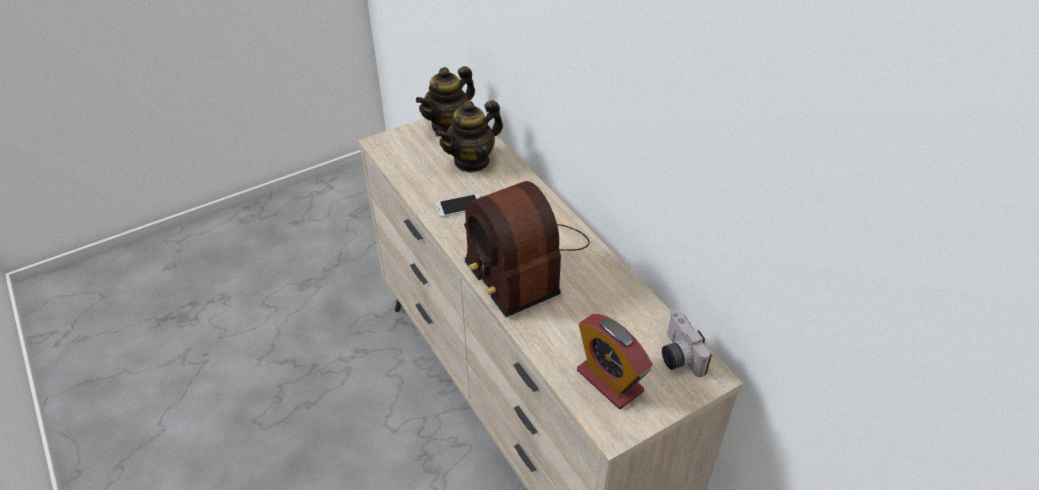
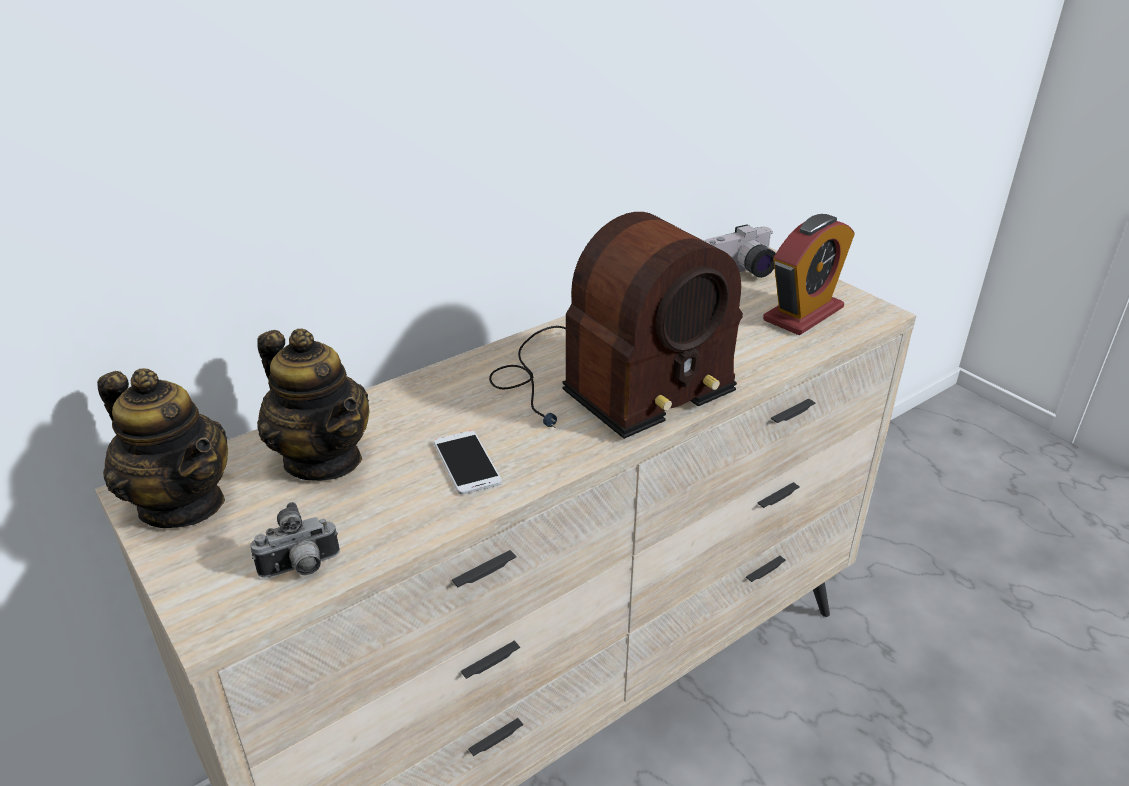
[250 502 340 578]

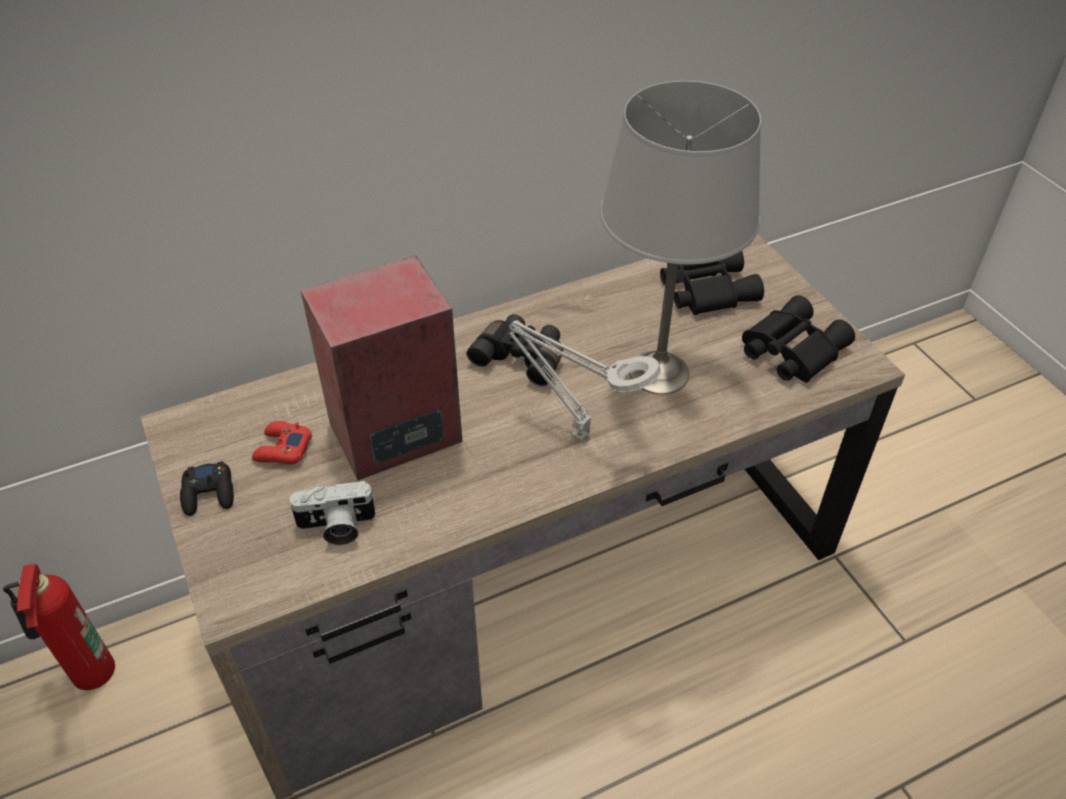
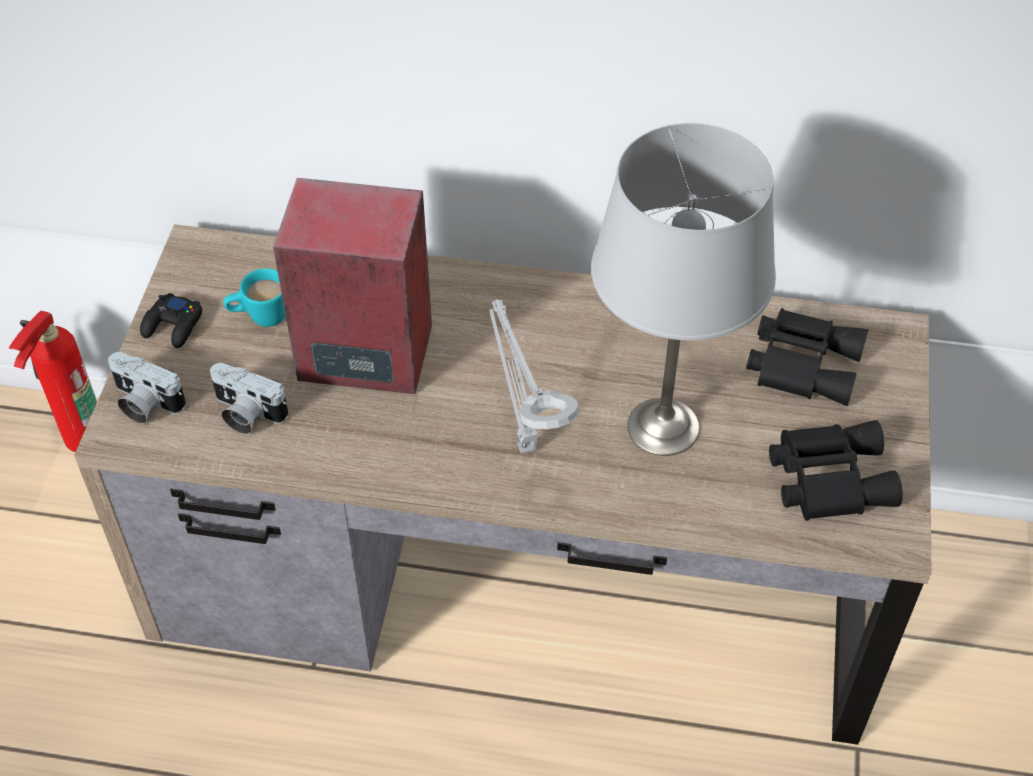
[467 314 563 386] (first image)
[224 268 285 327]
[108 352 186 423]

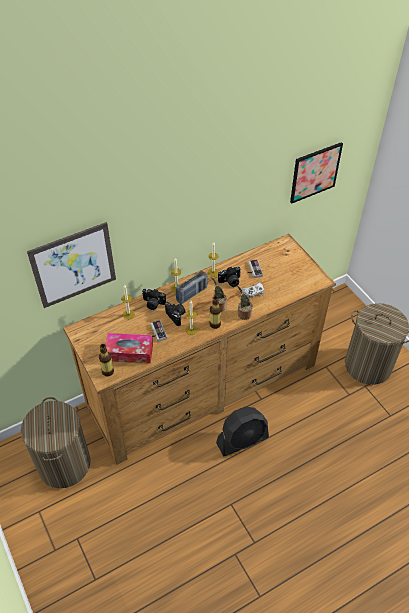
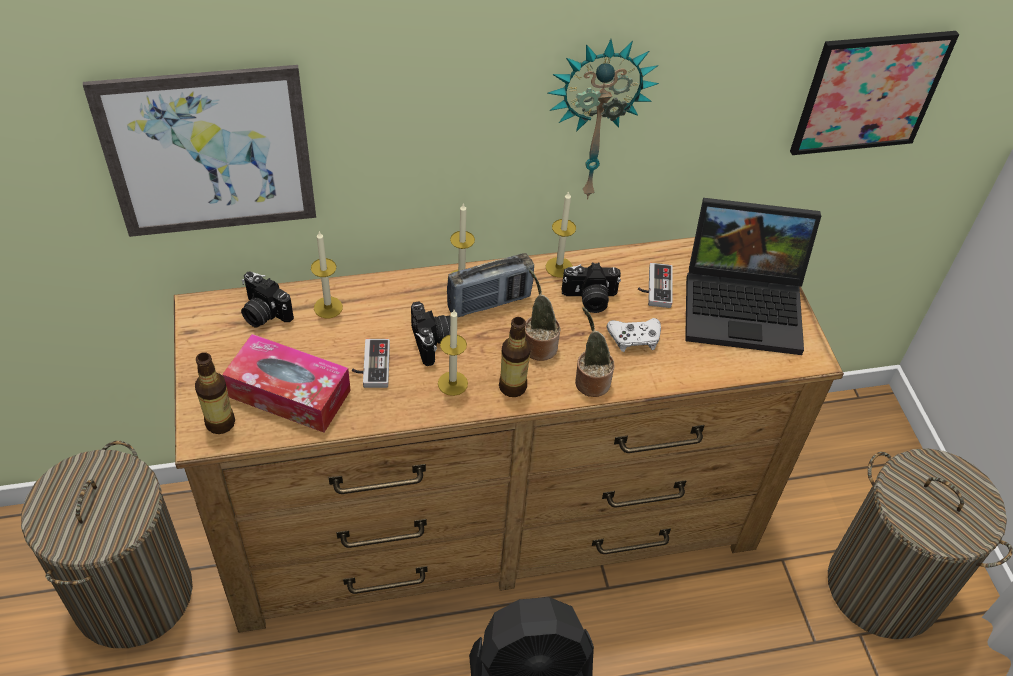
[241 271 294 328]
[547 39 659 199]
[685 198 821 355]

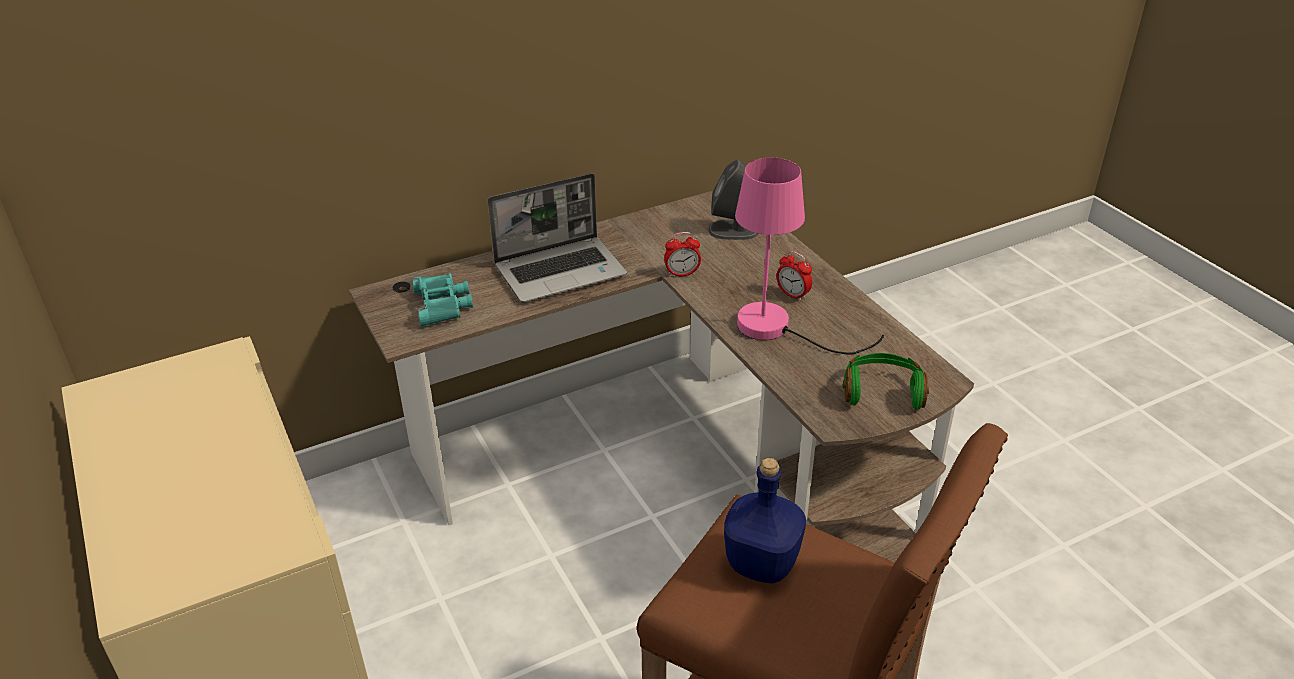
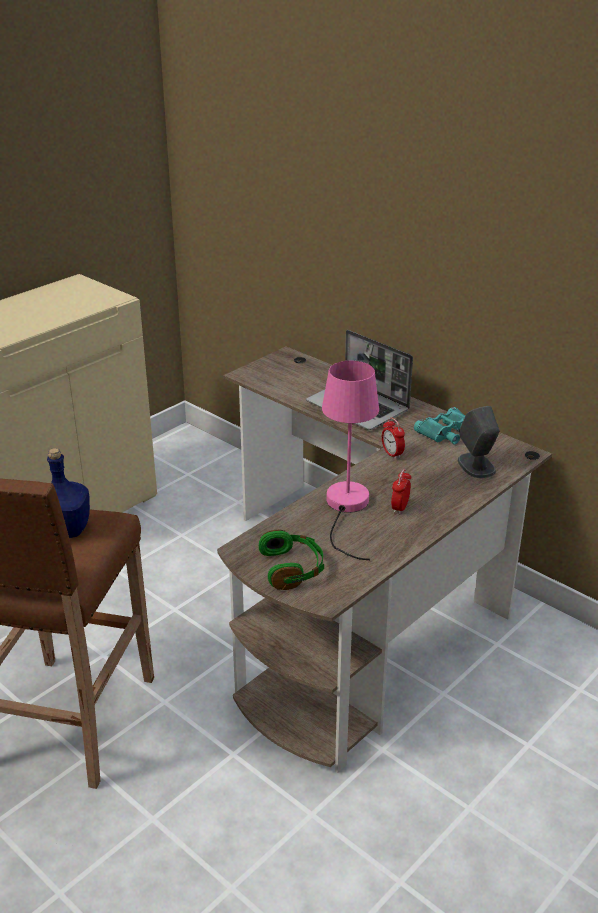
[414 407 465 445]

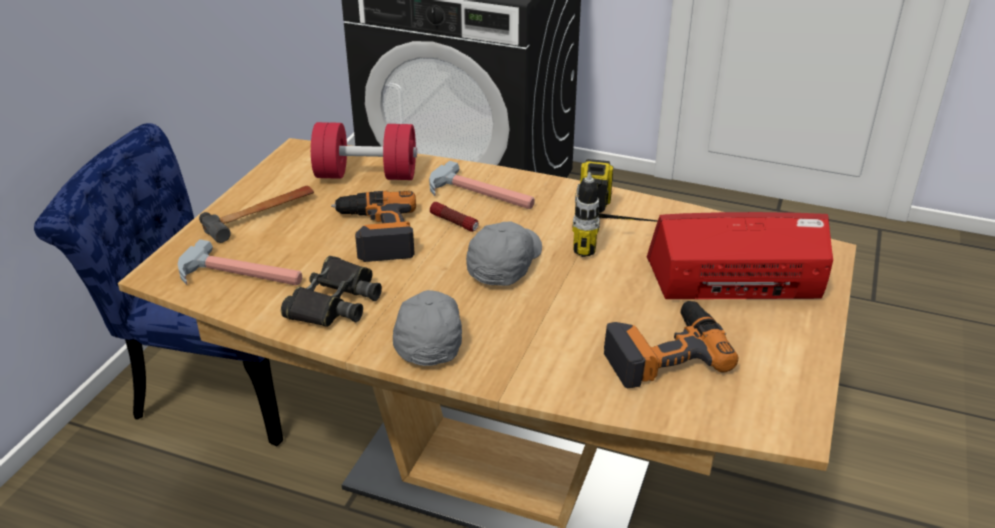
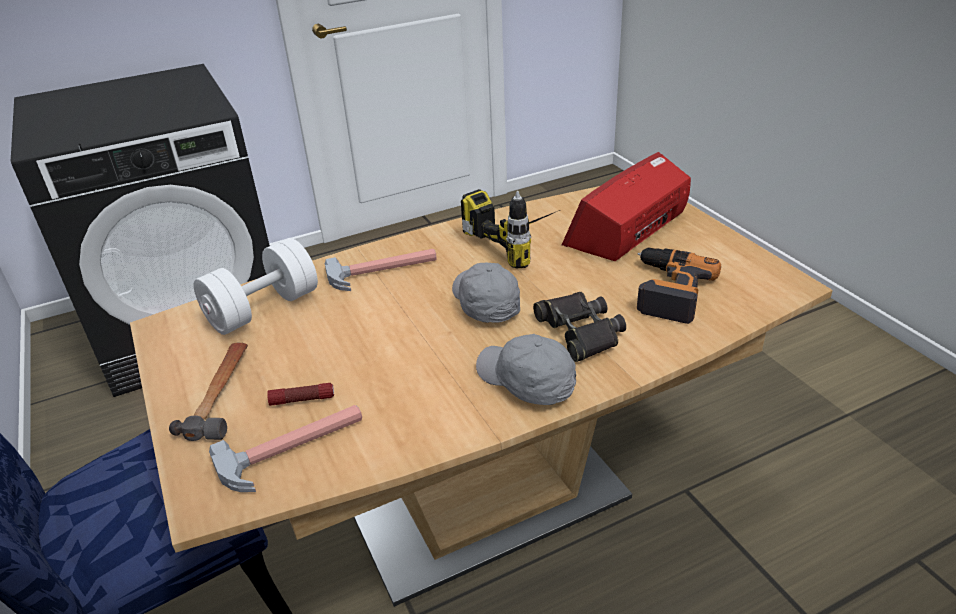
[194 238 318 335]
[331 191 416 262] (first image)
[267 383 334 406]
[533 292 626 362]

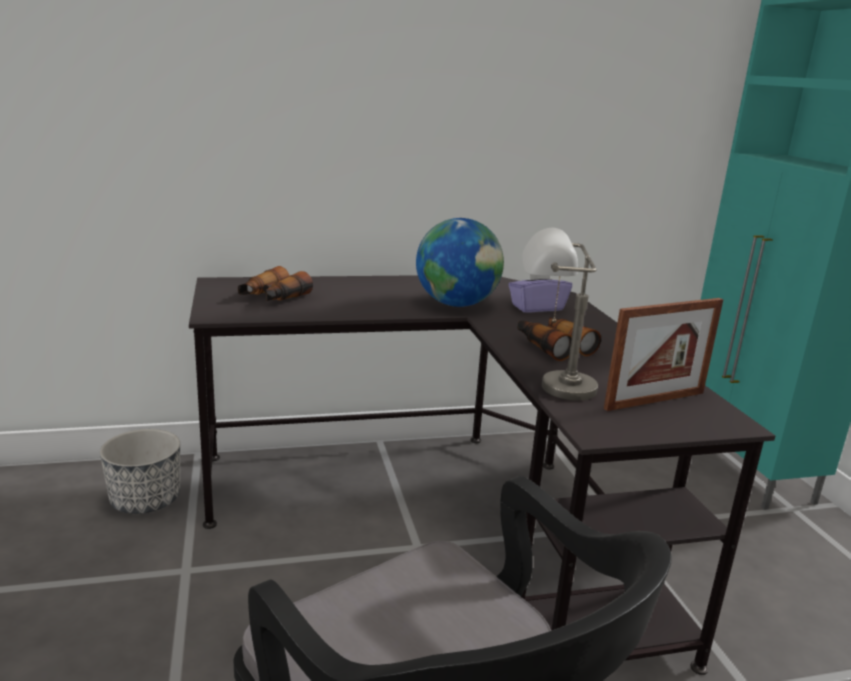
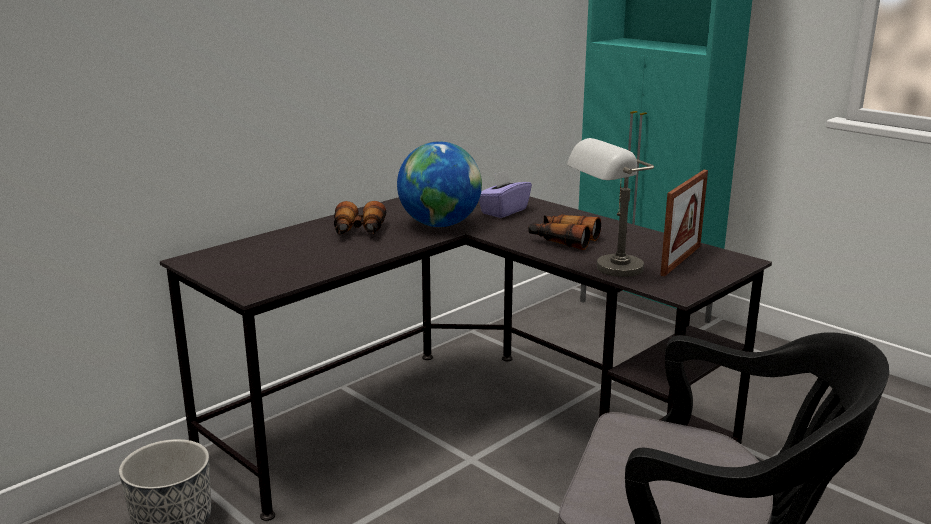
[334 201 386 234]

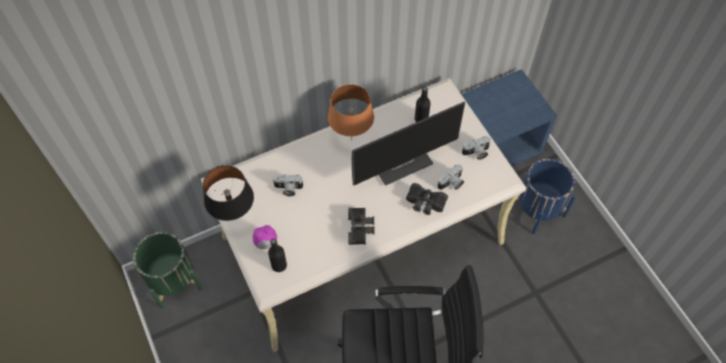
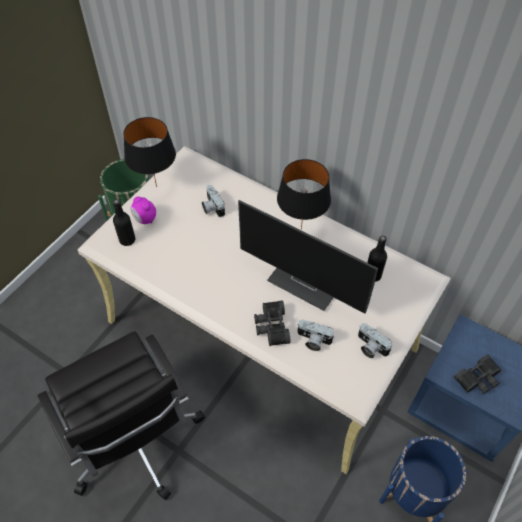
[277 159 331 229]
[454 354 502 394]

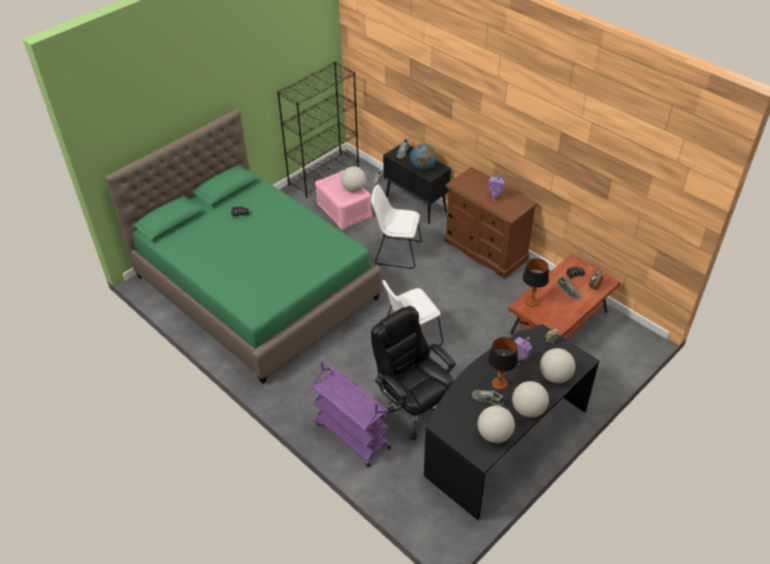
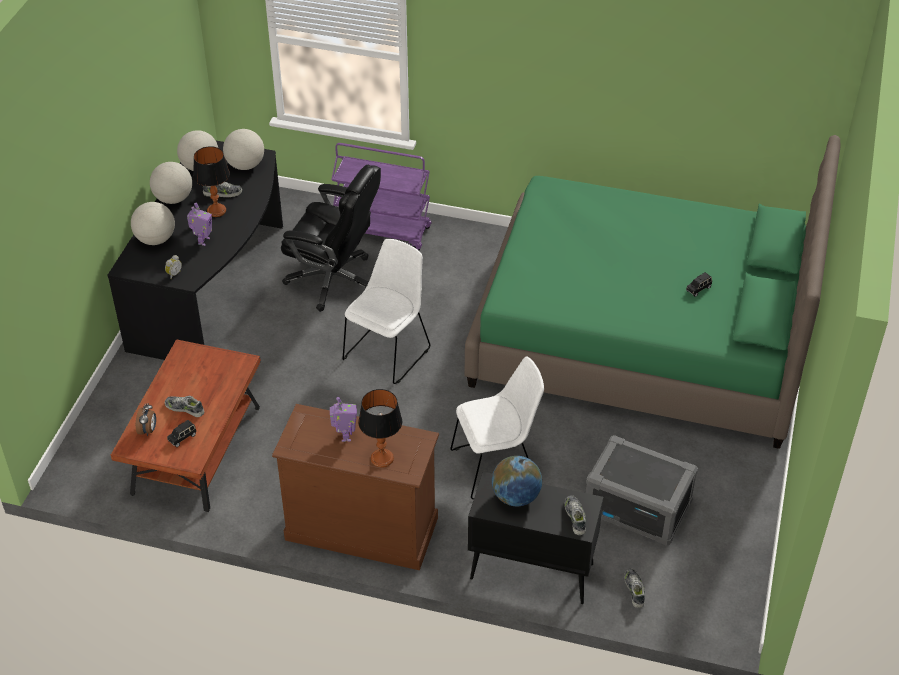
[277 62 359 198] (first image)
[223 129 264 170]
[586 435 698 546]
[358 389 402 468]

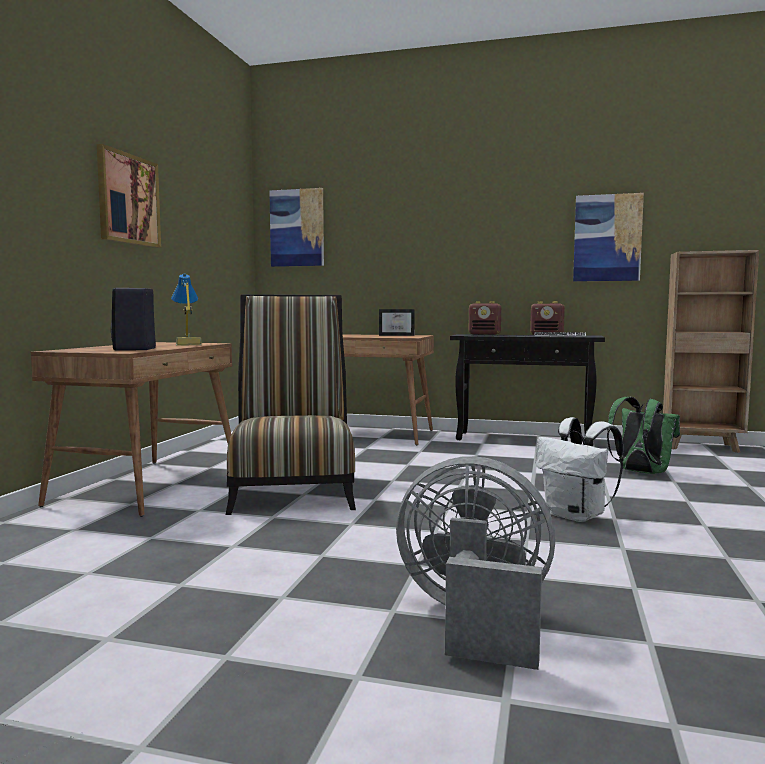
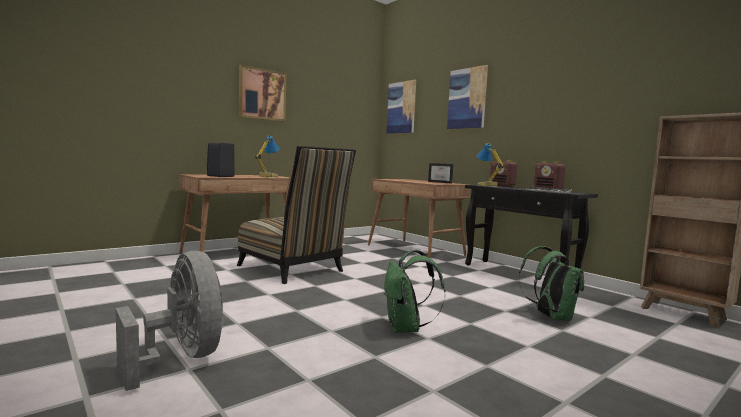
[447 65 488 129]
[237 146 356 284]
[384 250 445 333]
[476 143 504 187]

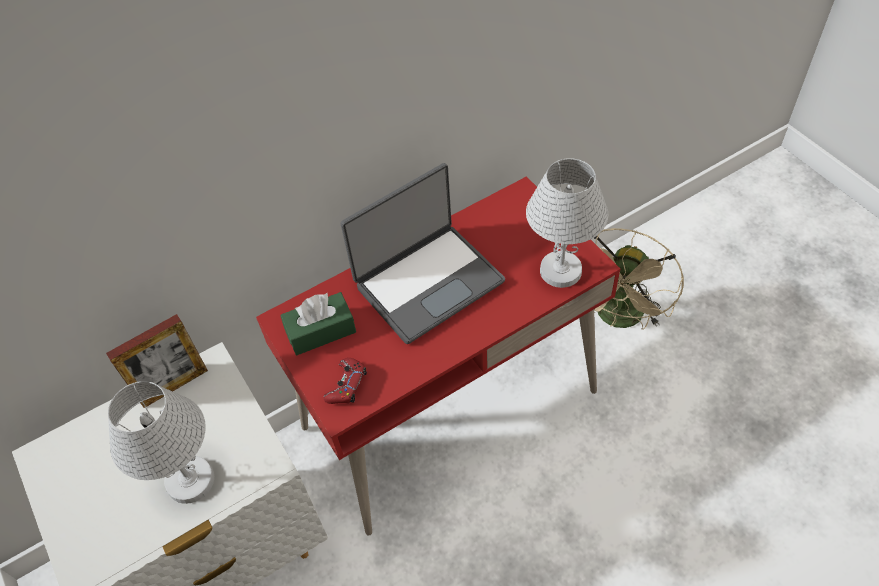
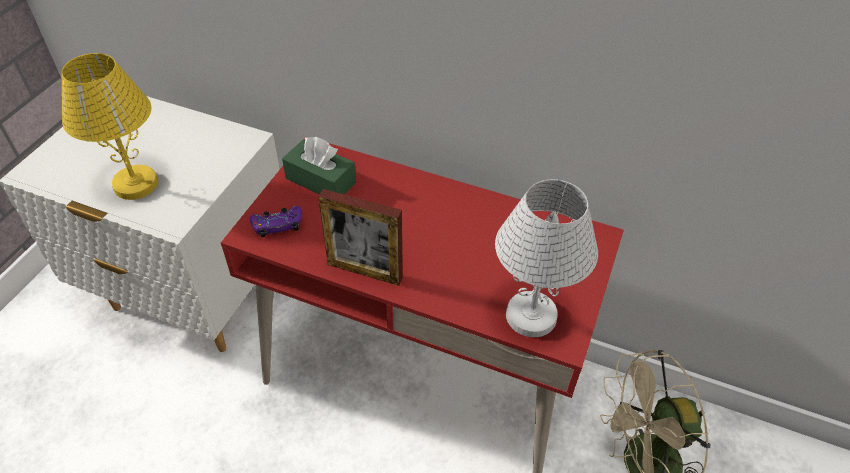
[341 163 505 344] (first image)
[318 189 403 286]
[250 206 302 238]
[61 53 158 200]

